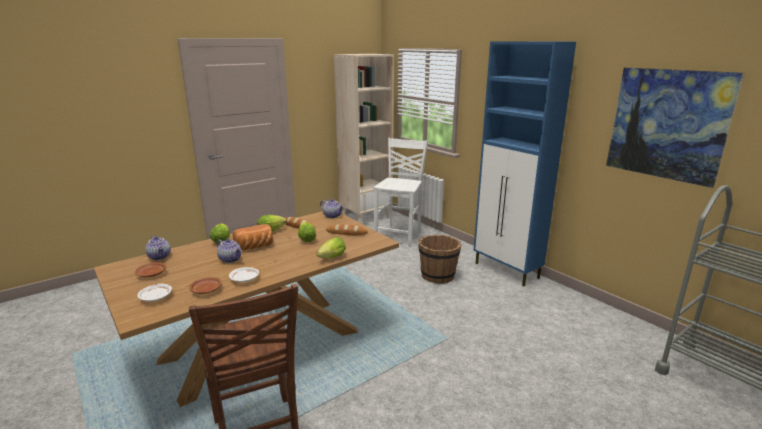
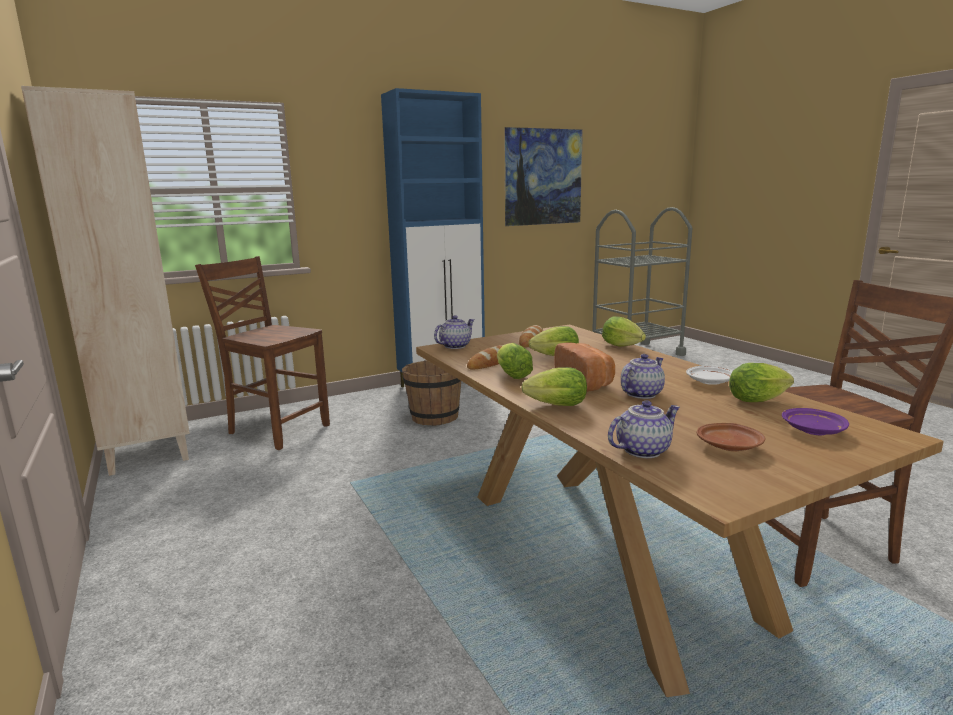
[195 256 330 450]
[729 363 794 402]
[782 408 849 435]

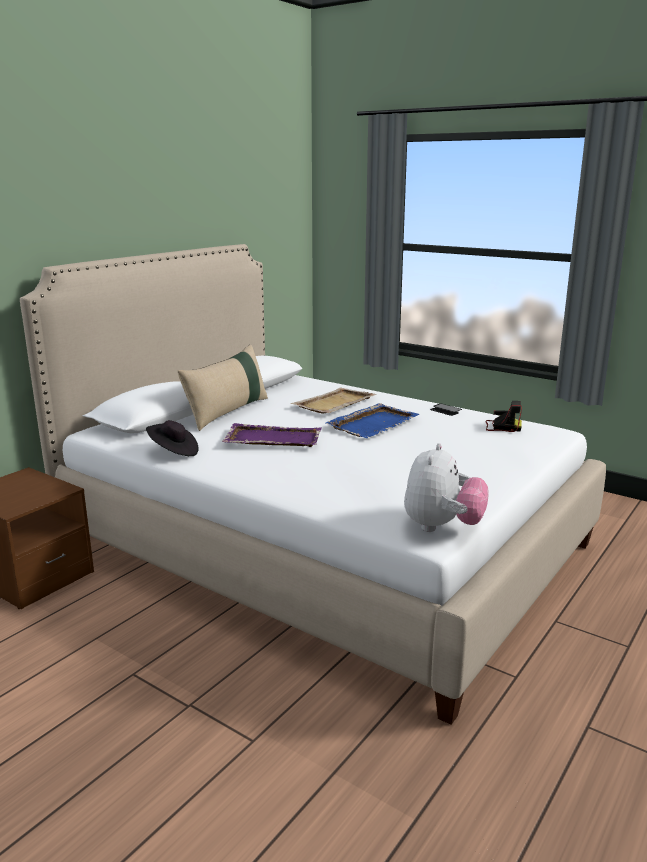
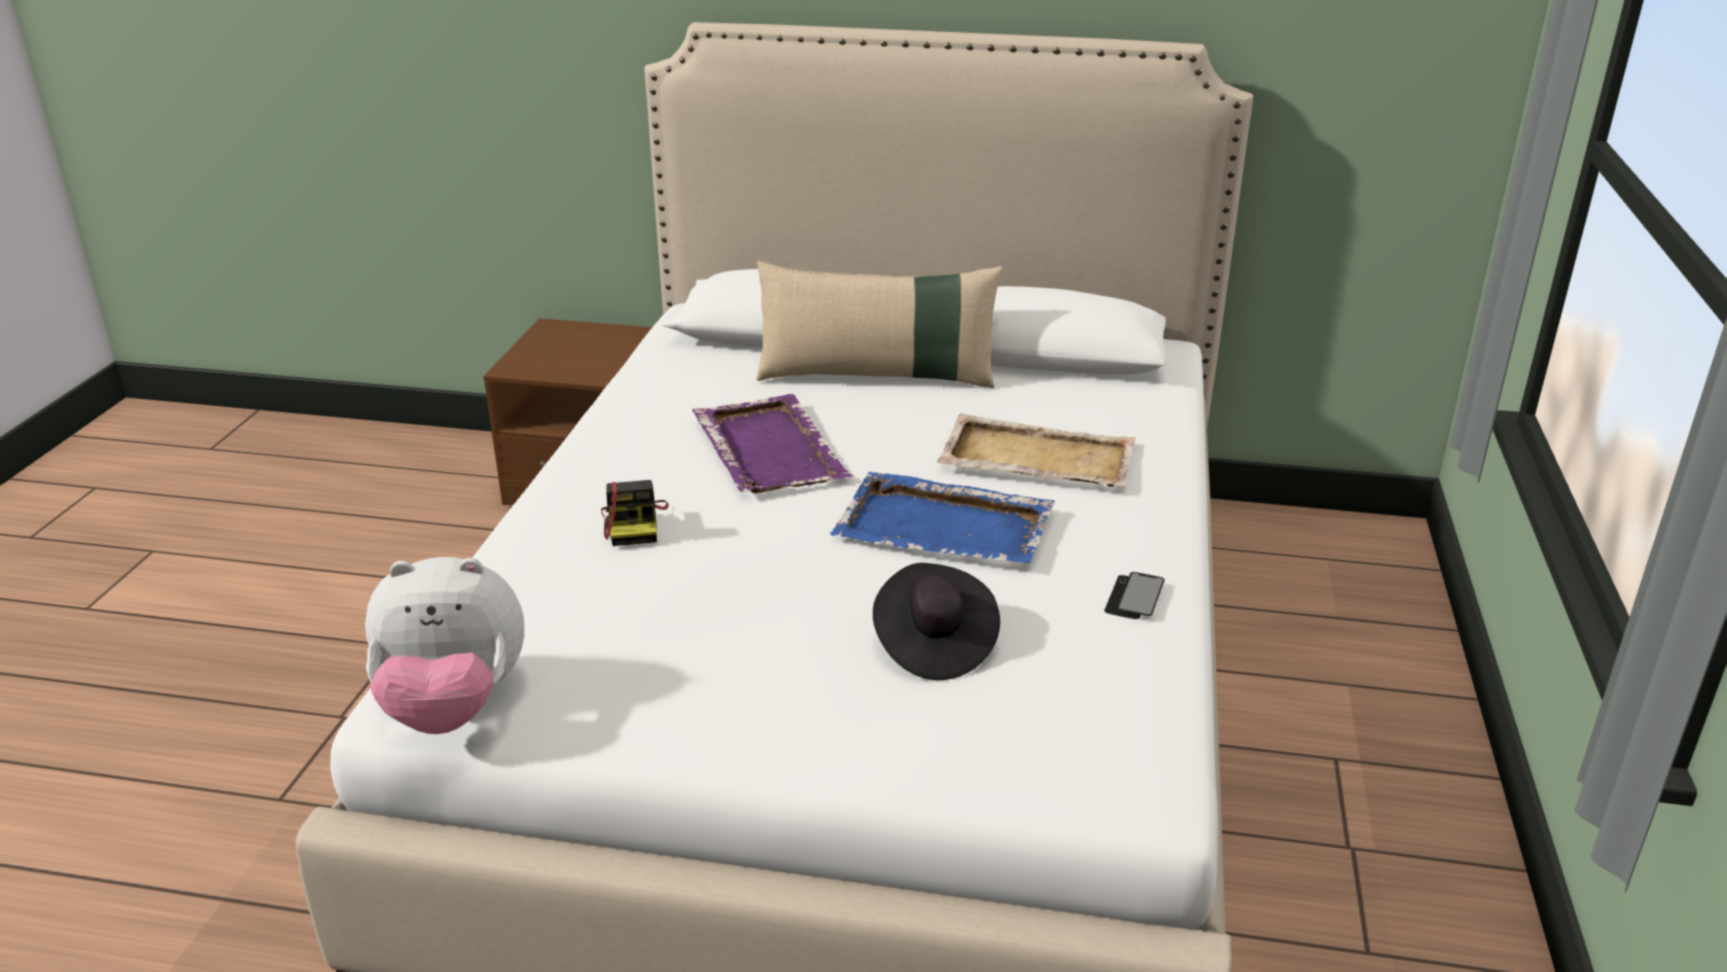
[601 480 669 546]
[873 563 1000 680]

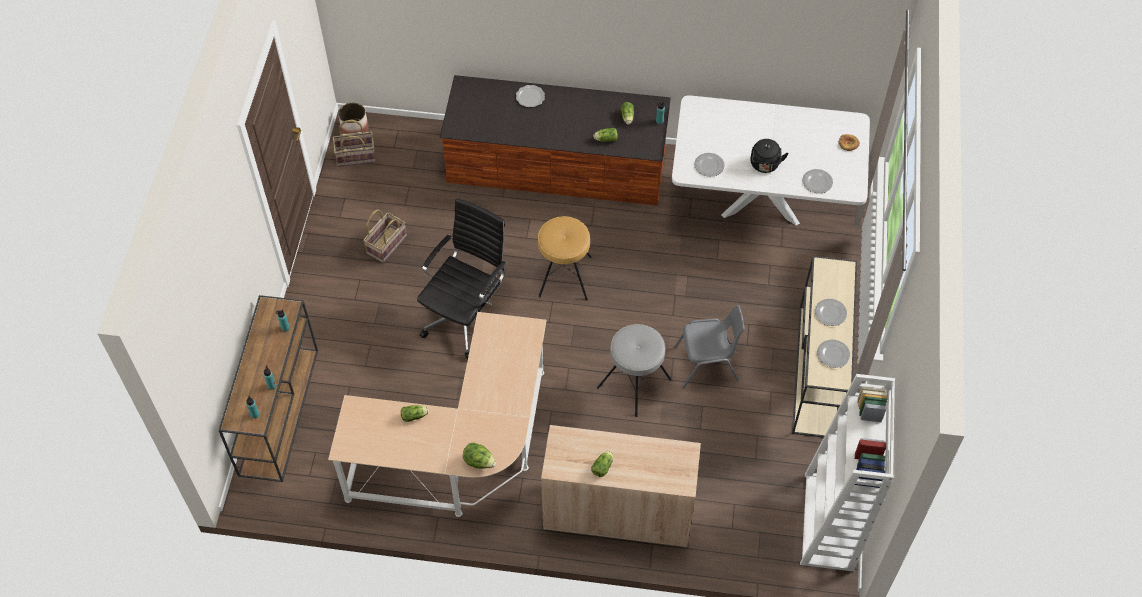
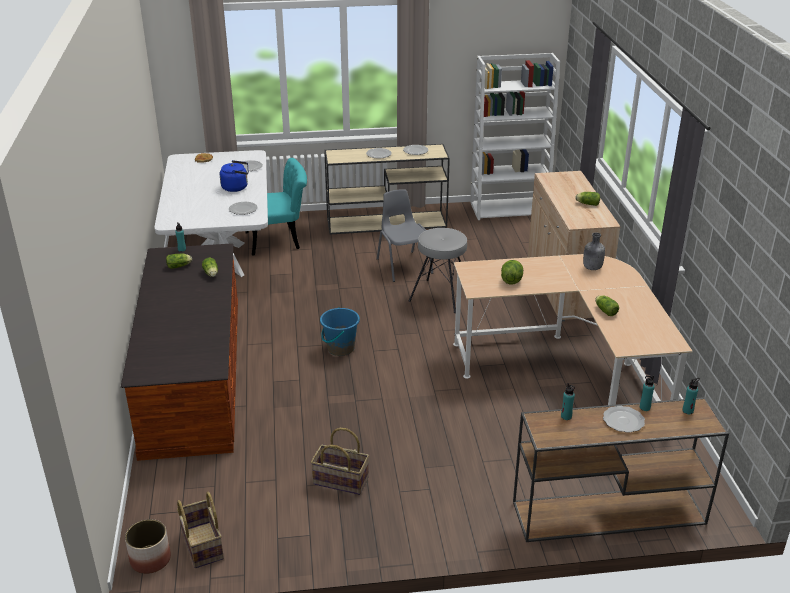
[603 406 645 433]
[220 160 249 192]
[417 198 508 360] (first image)
[320 307 360 356]
[501 260 523 284]
[245 158 307 256]
[583 232 605 270]

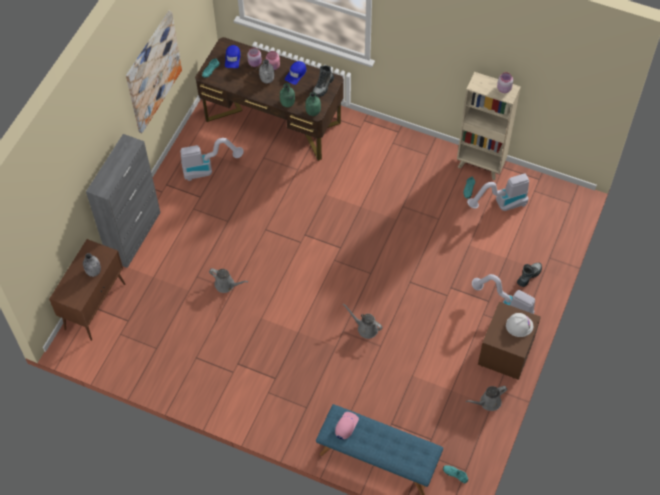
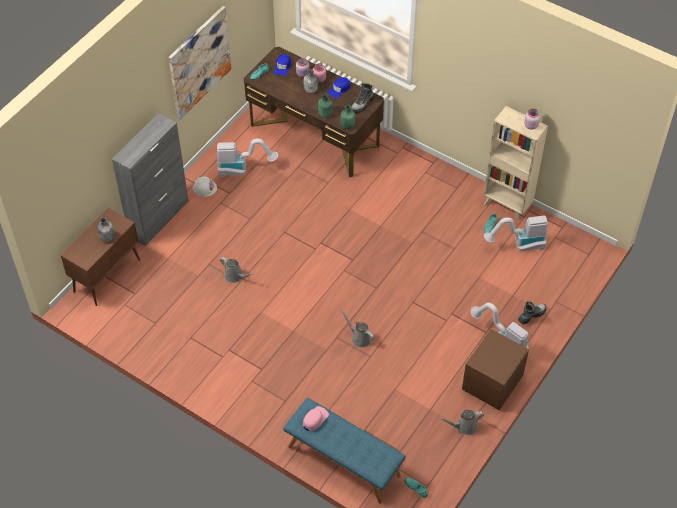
[193 176 217 197]

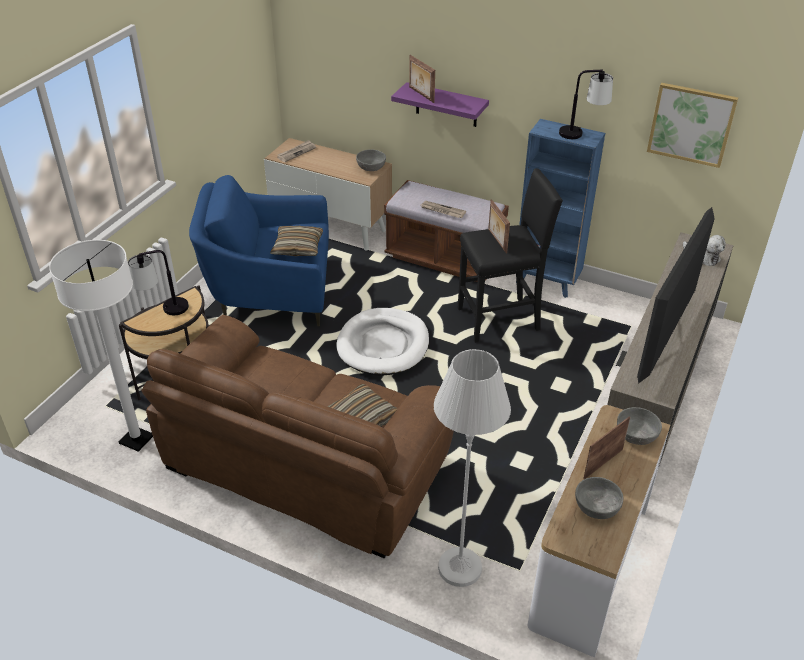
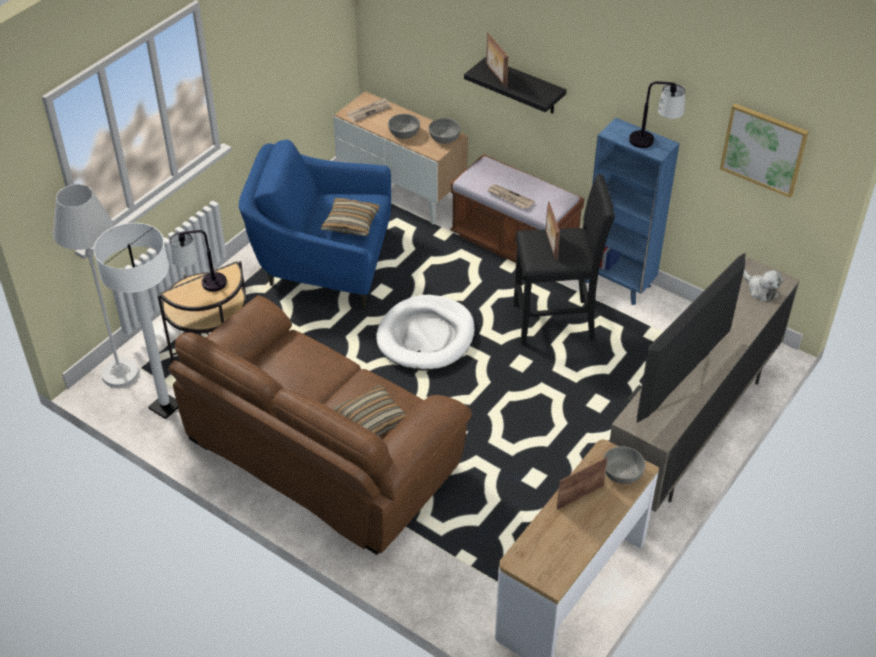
[464 57 566 114]
[53 184 139 388]
[388 114 420 139]

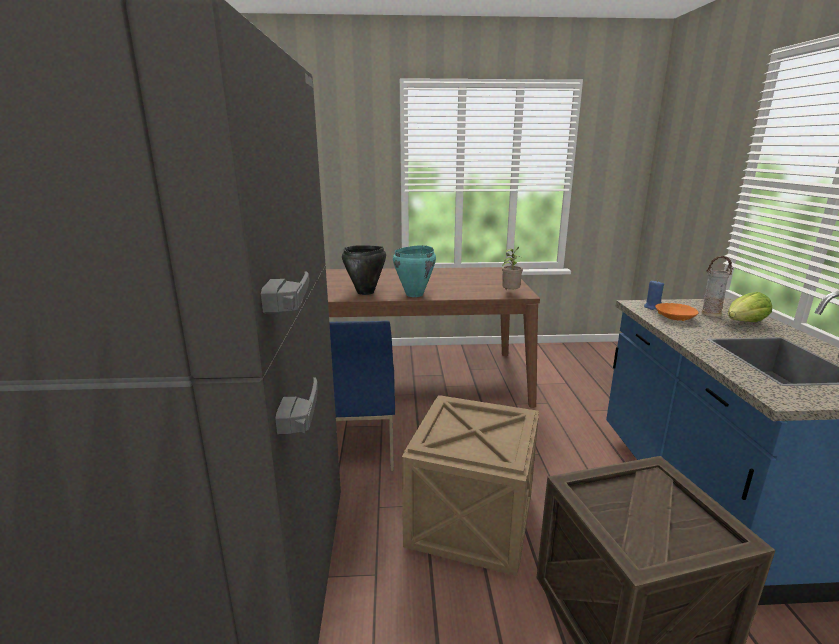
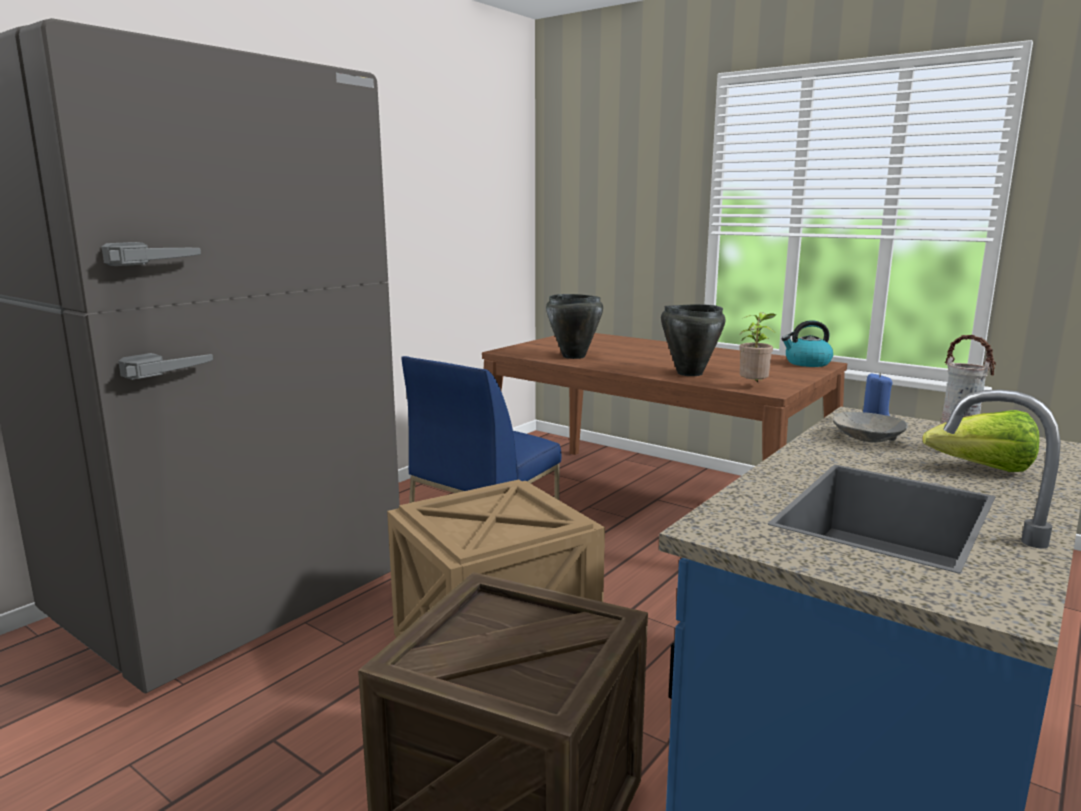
[393 245 436 297] (first image)
[833 412 908 443]
[661 304 725 376]
[781 320 833 367]

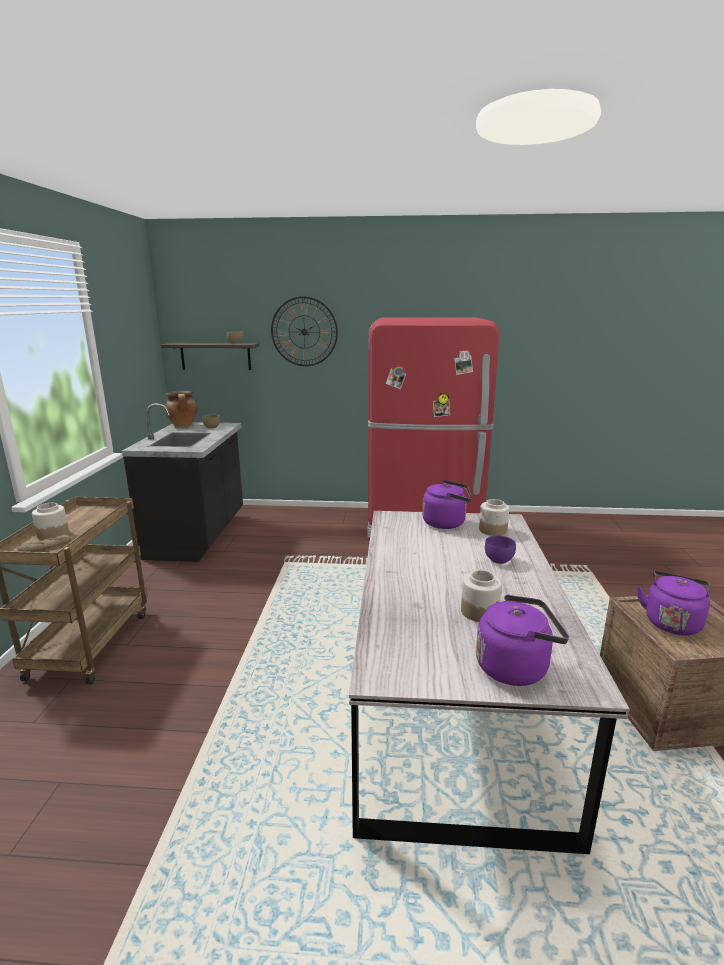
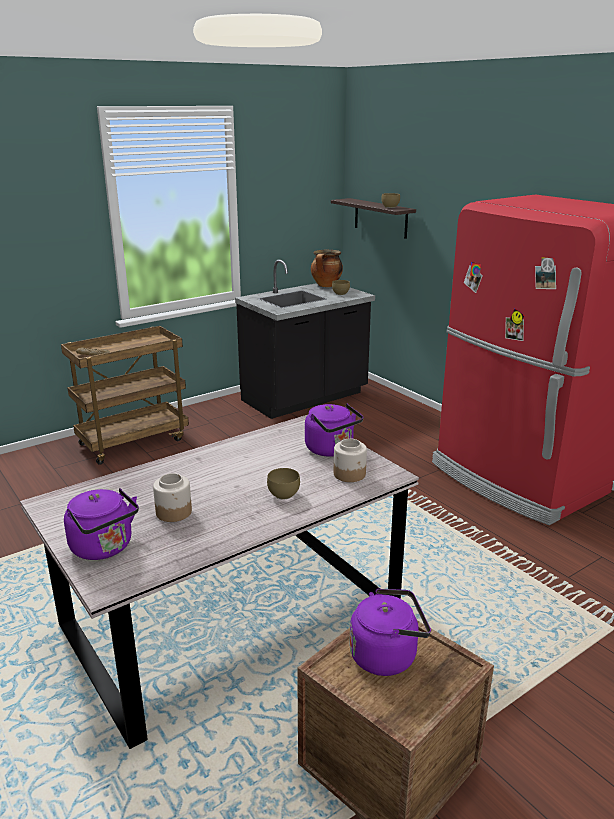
[271 296 338 366] (first image)
[32 503 69 540] (first image)
[267 468 300 499]

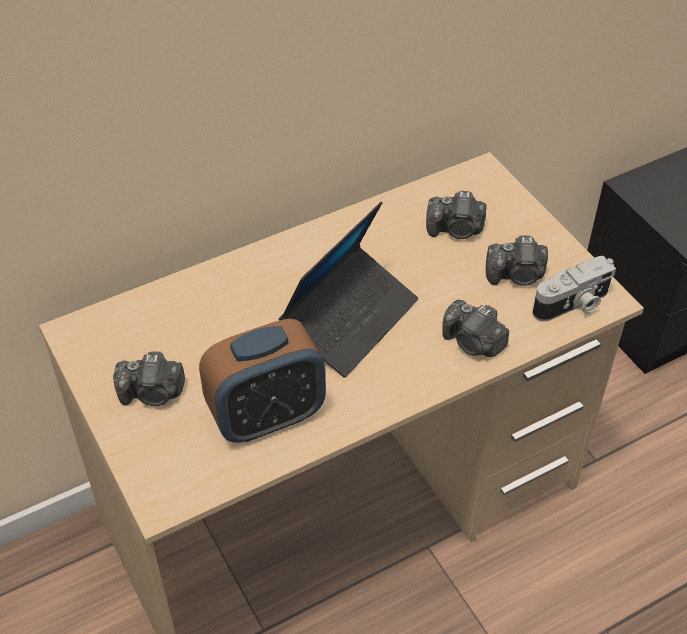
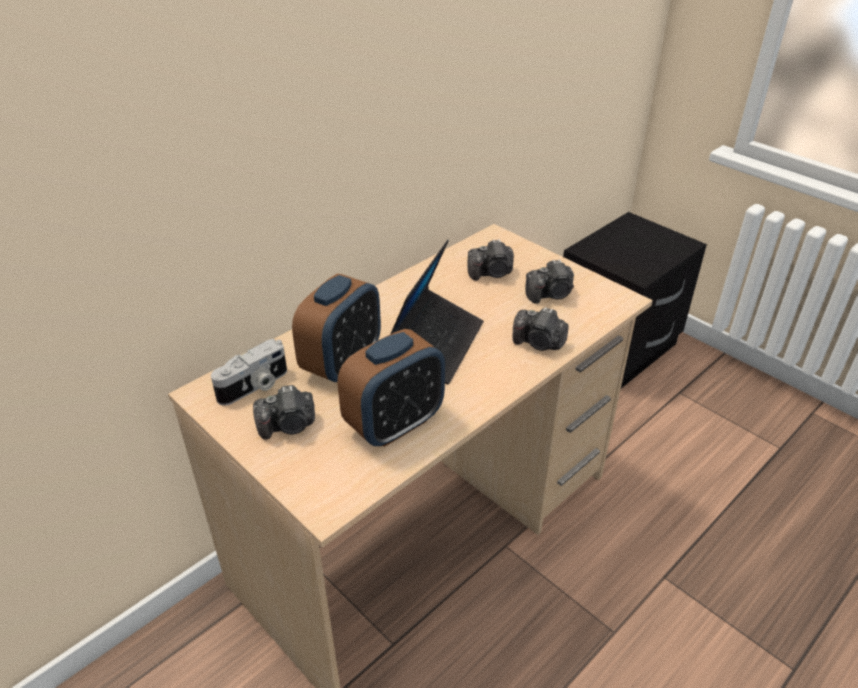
[211 339 287 405]
[292 274 381 382]

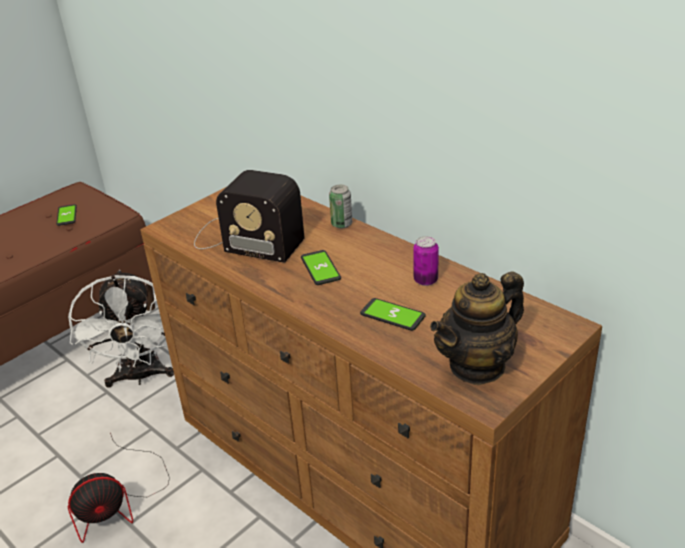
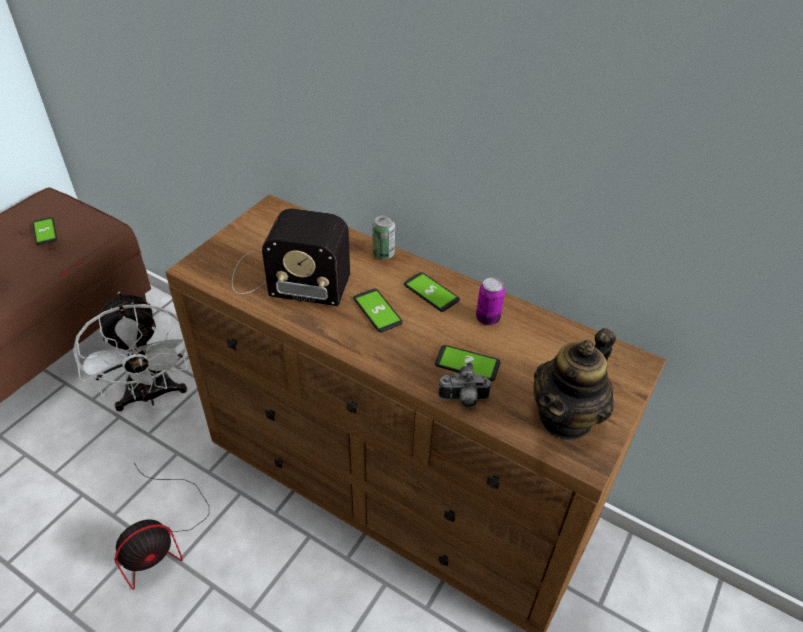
[404 272 460 312]
[438 362 491 408]

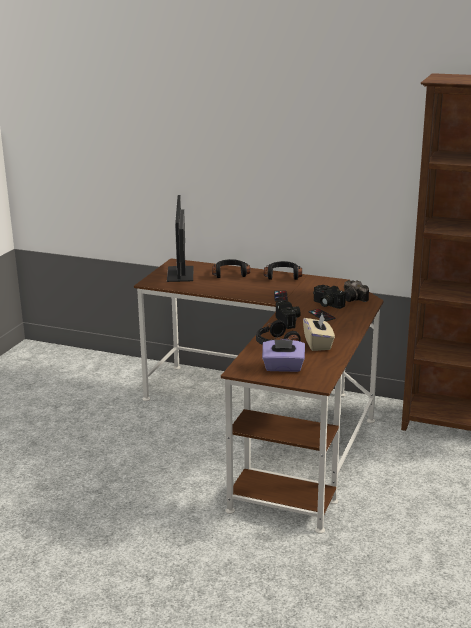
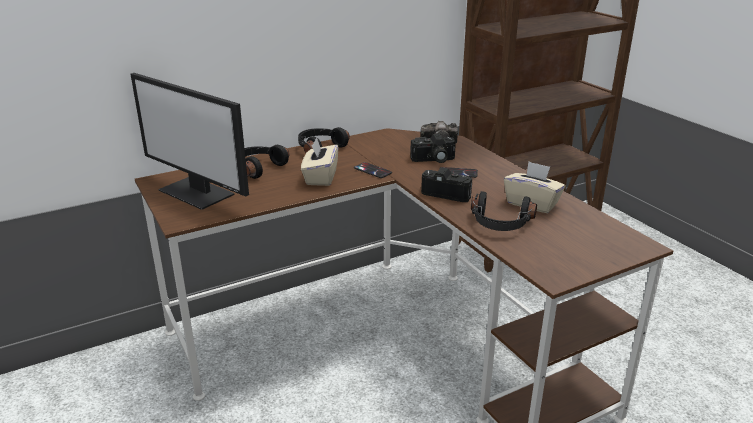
[262 339 305 372] (first image)
[301 138 339 186]

